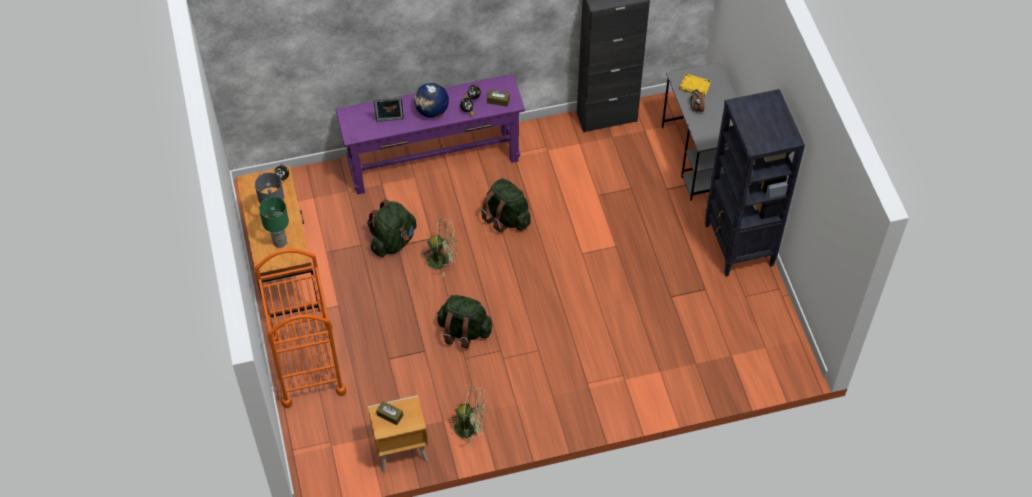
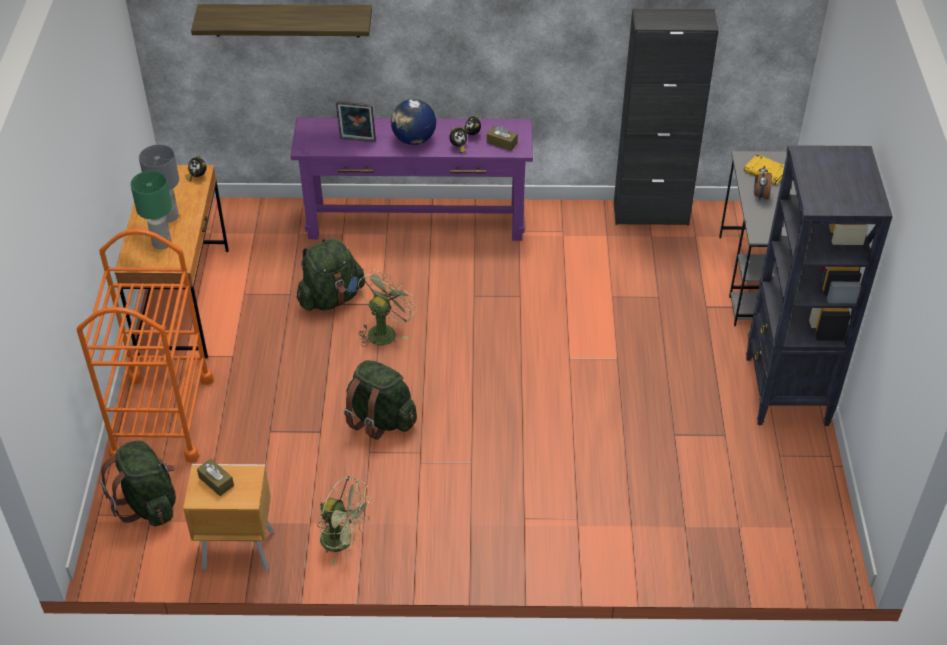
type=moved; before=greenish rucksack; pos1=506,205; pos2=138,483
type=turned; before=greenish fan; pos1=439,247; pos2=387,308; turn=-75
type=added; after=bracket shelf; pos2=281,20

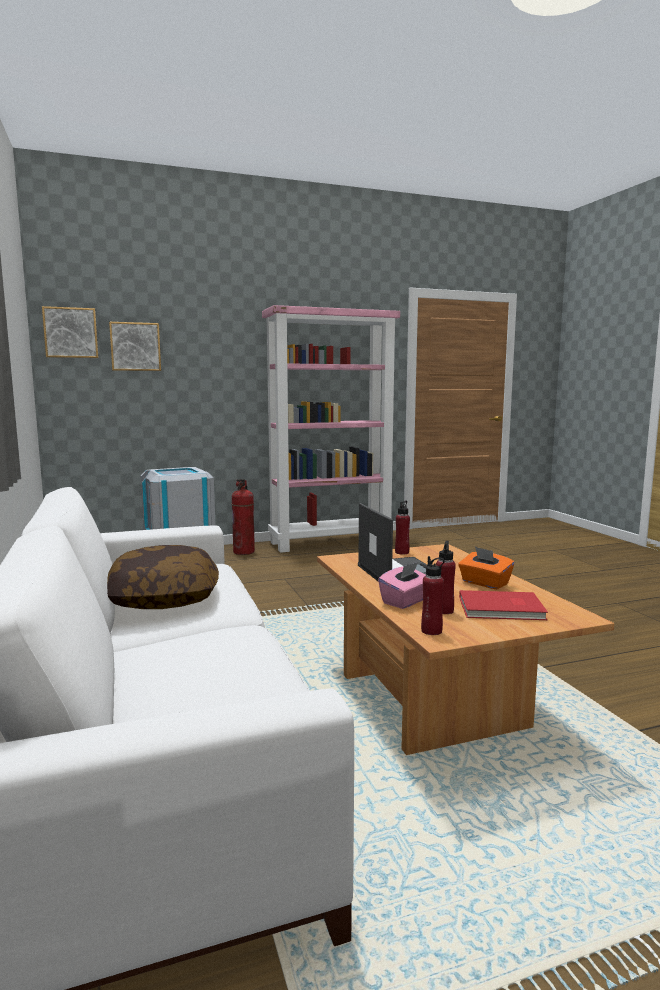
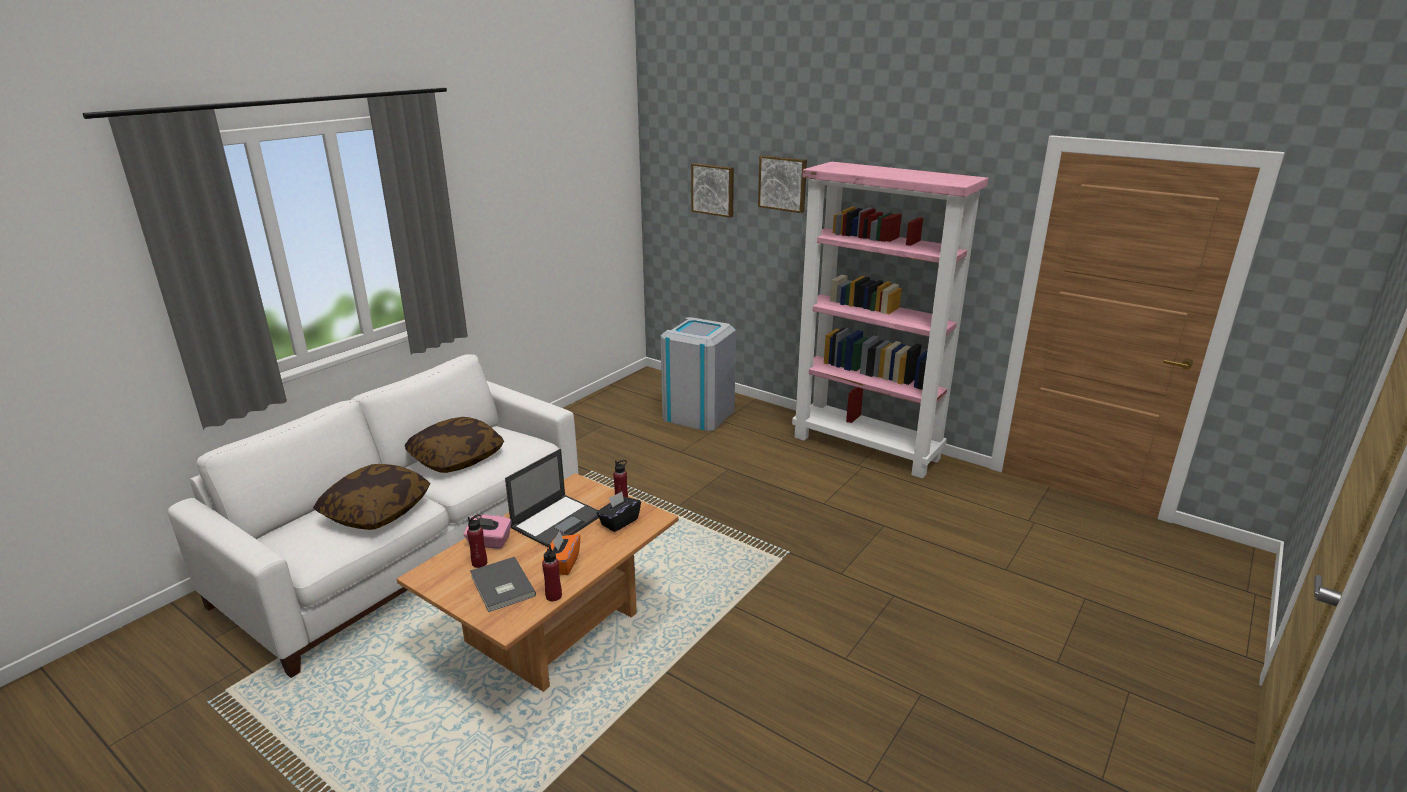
type=moved; before=wall art; pos1=70,332; pos2=782,184
type=removed; before=fire-fighting cylinder; pos1=243,517
type=moved; before=reddish bottle; pos1=433,595; pos2=552,573
type=recoloured; before=reddish book; after=grey book; pos1=503,605; pos2=503,584
type=added; after=cushion; pos2=372,497
type=added; after=black-coloured box of tissues; pos2=619,511

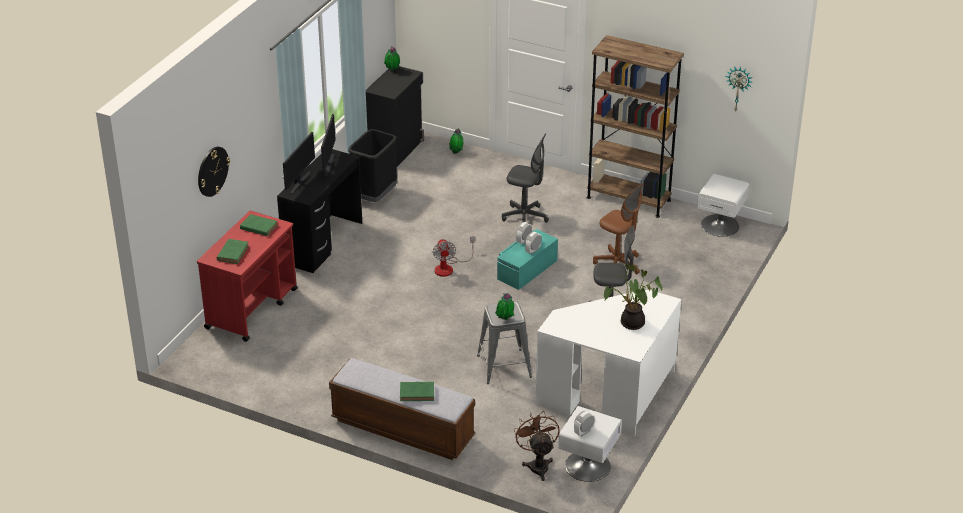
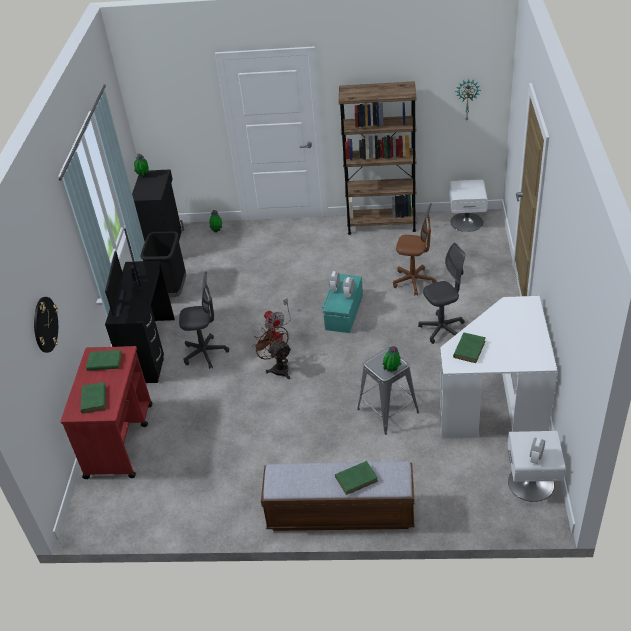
type=moved; before=grey office chair; pos1=525,178; pos2=204,320
type=removed; before=houseplant; pos1=633,297
type=moved; before=brownish fan; pos1=537,446; pos2=271,351
type=added; after=greenish book; pos2=469,347

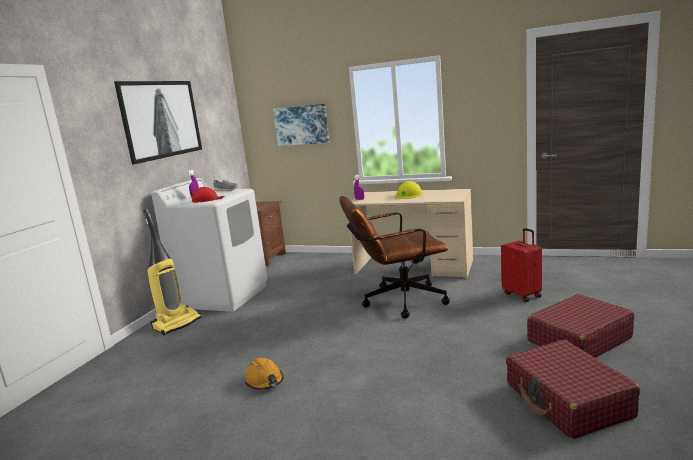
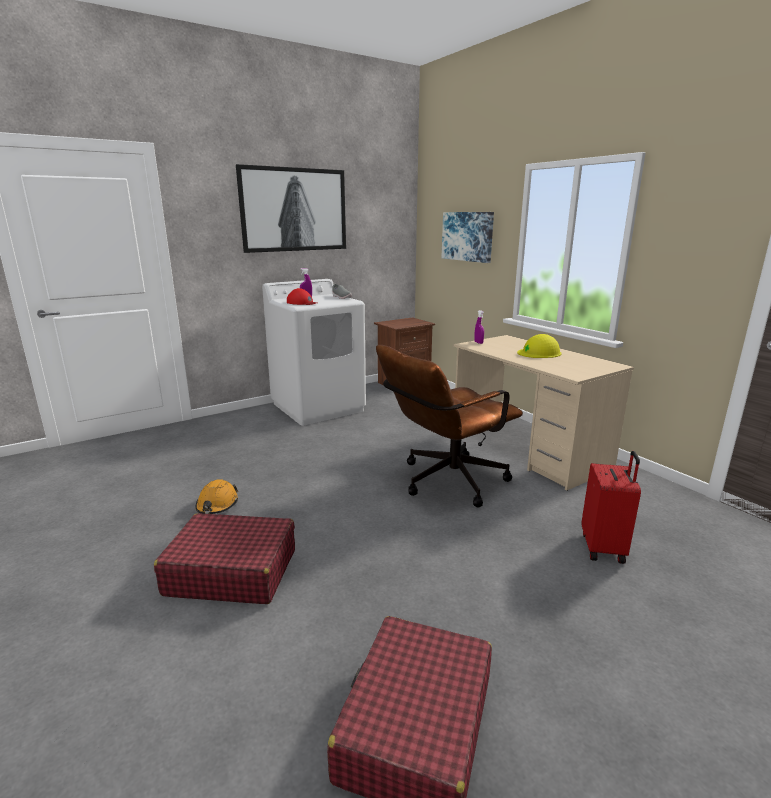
type=turned; before=brownish office chair; pos1=394,257; pos2=449,426; turn=-60
type=removed; before=hoover; pos1=172,272
type=moved; before=reddish piece of luggage; pos1=580,326; pos2=224,558

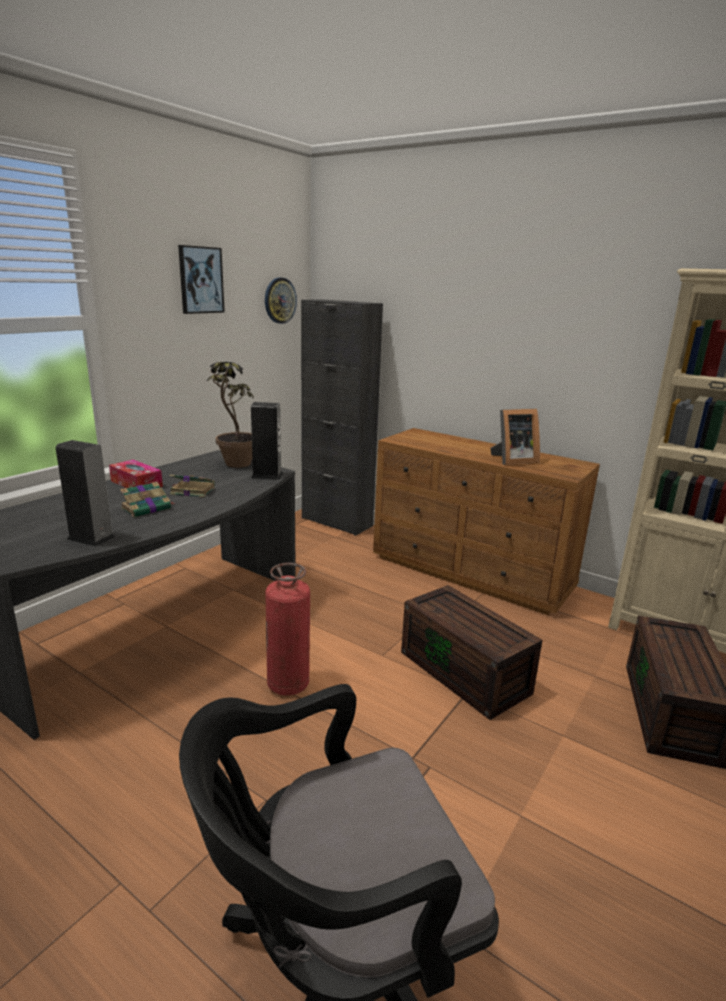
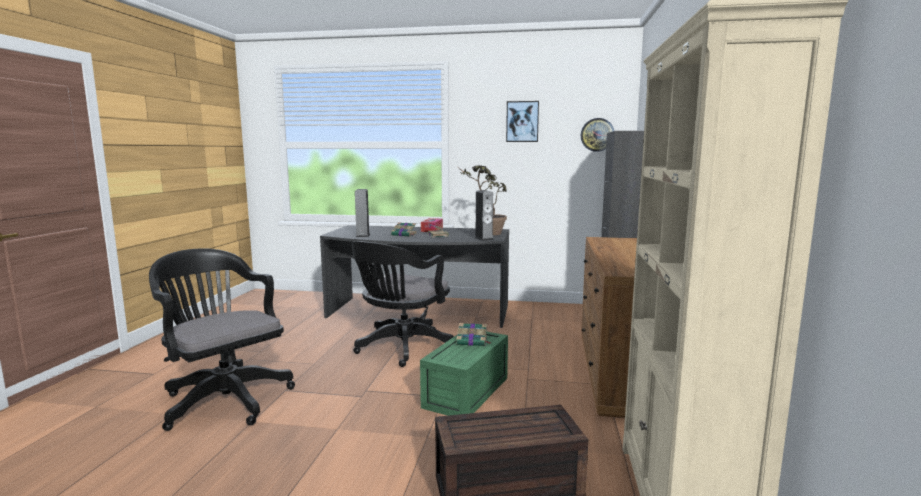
type=removed; before=standing frame; pos1=515,437
type=replaced; before=fire-fighting cylinder; after=black-coloured office chair; pos1=288,629; pos2=403,304
type=recoloured; before=brownish storage box; after=greenish storage box; pos1=471,652; pos2=464,374
type=added; after=book; pos2=474,334

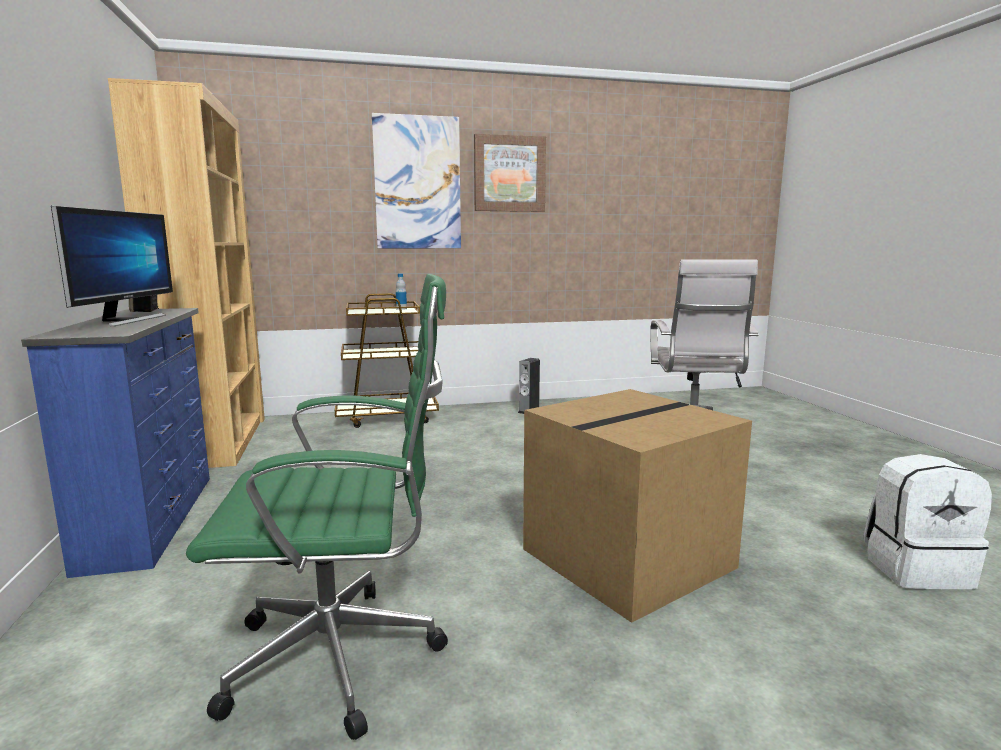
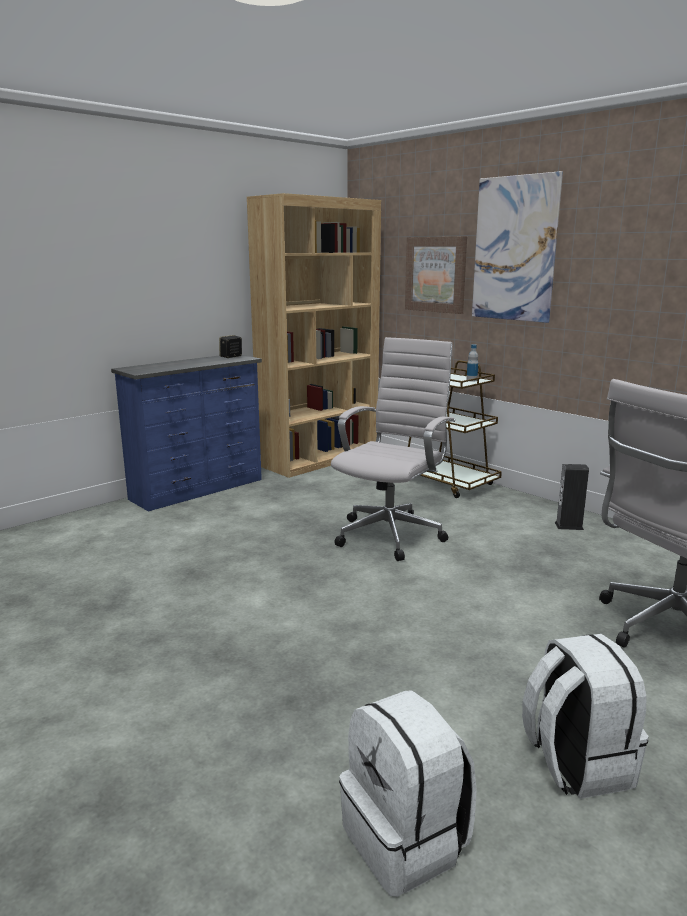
type=moved; before=wall art; pos1=510,173; pos2=436,275
type=removed; before=computer display; pos1=112,265
type=removed; before=greenish office chair; pos1=317,507
type=removed; before=packing box; pos1=637,506
type=added; after=white-coloured office chair; pos2=393,449
type=added; after=white-coloured rucksack; pos2=585,716

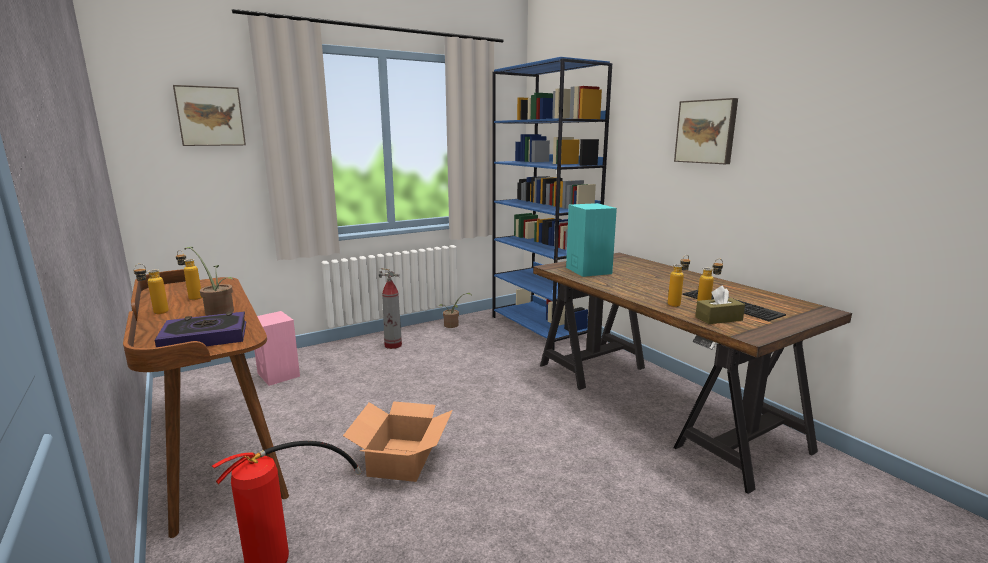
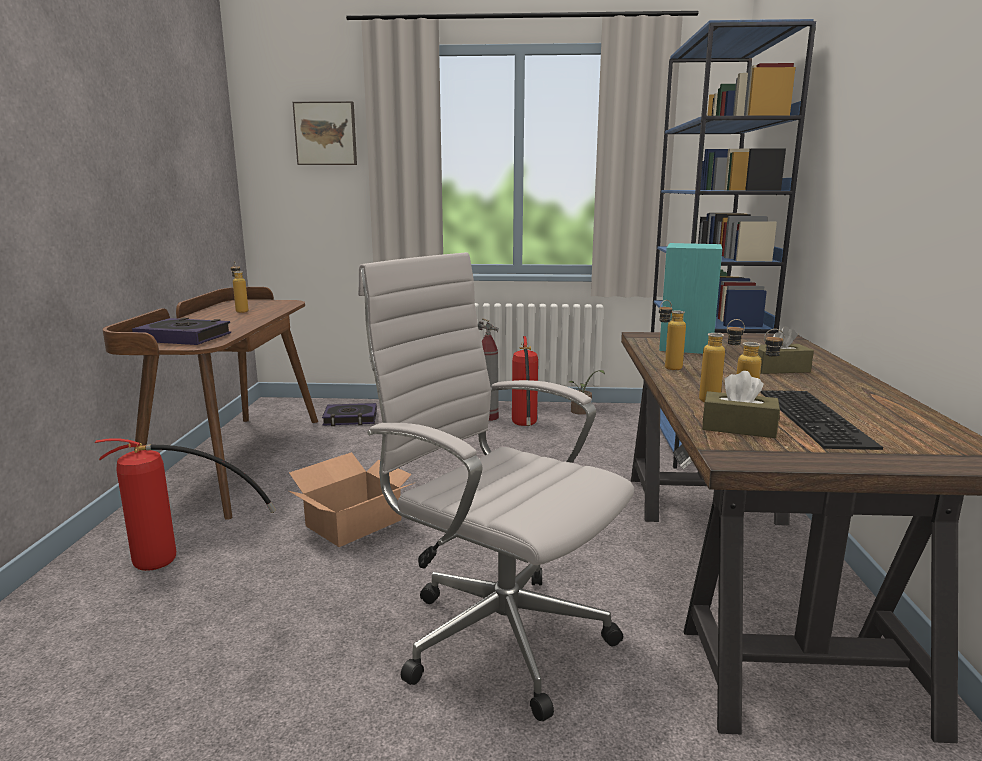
type=removed; before=wall art; pos1=706,131
type=removed; before=houseplant; pos1=209,281
type=moved; before=bottle; pos1=151,289; pos2=672,335
type=replaced; before=pink loudspeaker; after=book; pos1=277,348; pos2=349,414
type=added; after=white-coloured office chair; pos2=496,486
type=added; after=brownish box of tissues; pos2=786,350
type=added; after=fire-fighting cylinder; pos2=525,381

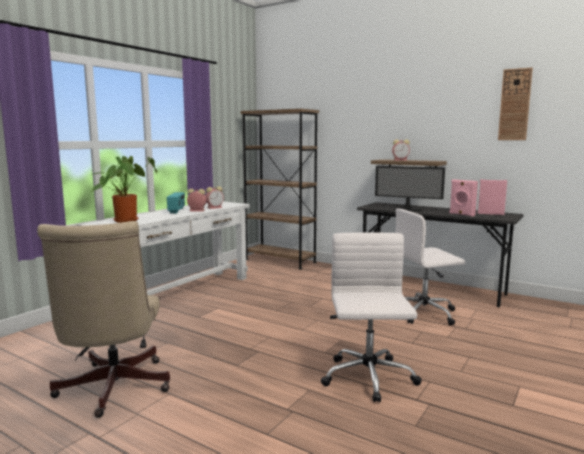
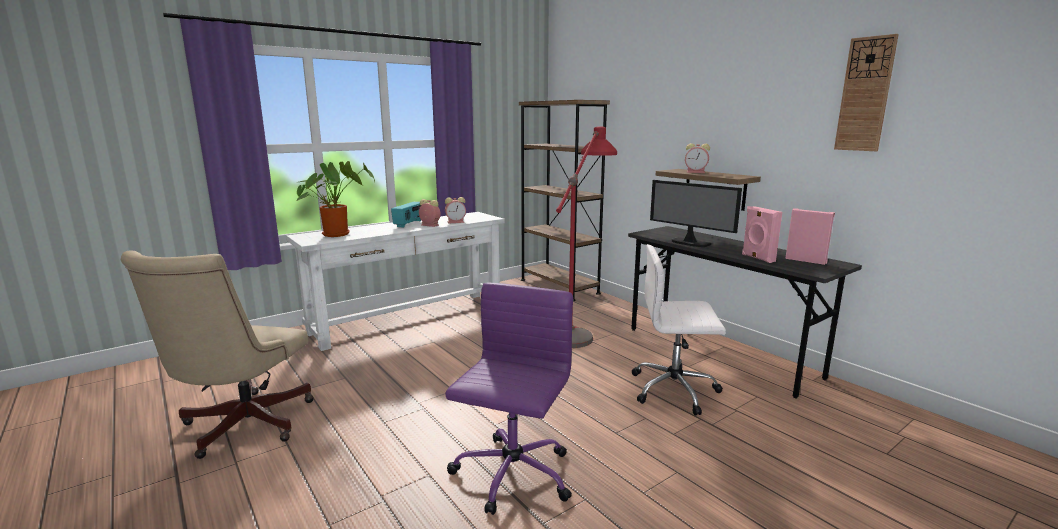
type=recoloured; before=white-coloured office chair; after=purple office chair; pos1=371,317; pos2=509,399
type=added; after=reddish standing lamp; pos2=586,237

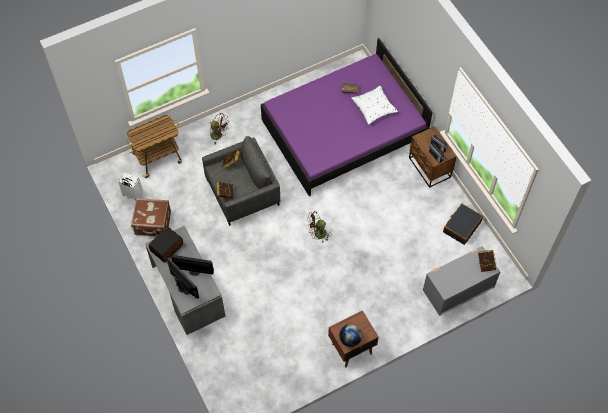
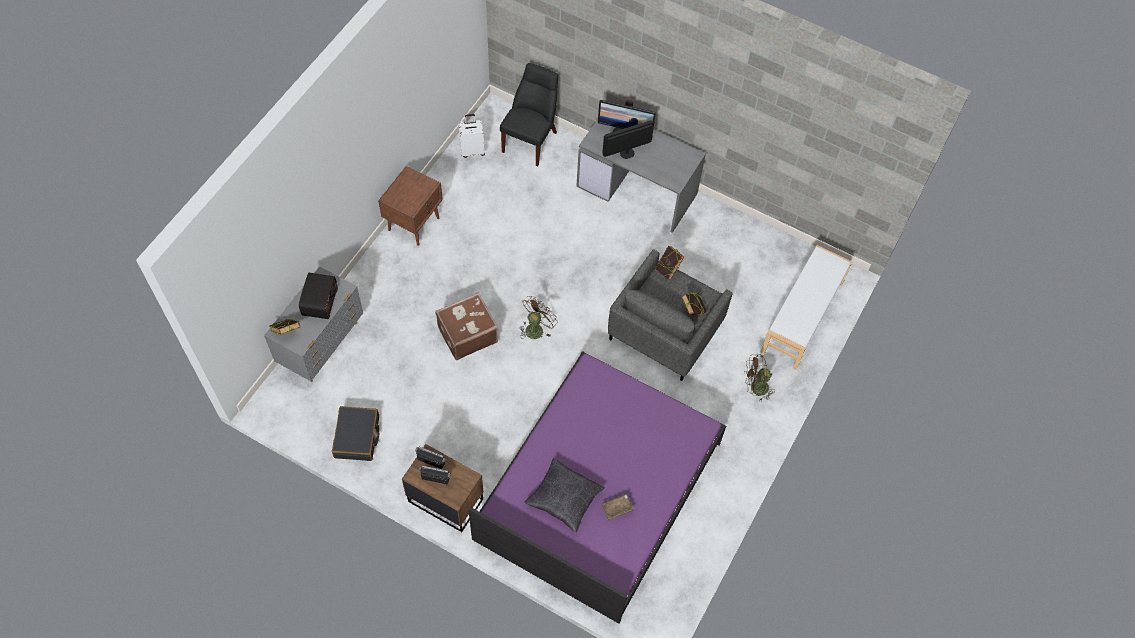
type=recoloured; before=white-coloured cushion; after=black-coloured cushion; pos1=374,105; pos2=565,495
type=replaced; before=cart; after=white-coloured bench; pos1=154,146; pos2=806,307
type=moved; before=white-coloured piece of luggage; pos1=130,186; pos2=471,136
type=moved; before=brownish piece of luggage; pos1=151,217; pos2=466,326
type=moved; before=radio receiver; pos1=166,245; pos2=318,296
type=removed; before=globe; pos1=350,335
type=added; after=black-coloured plain chair; pos2=529,114

